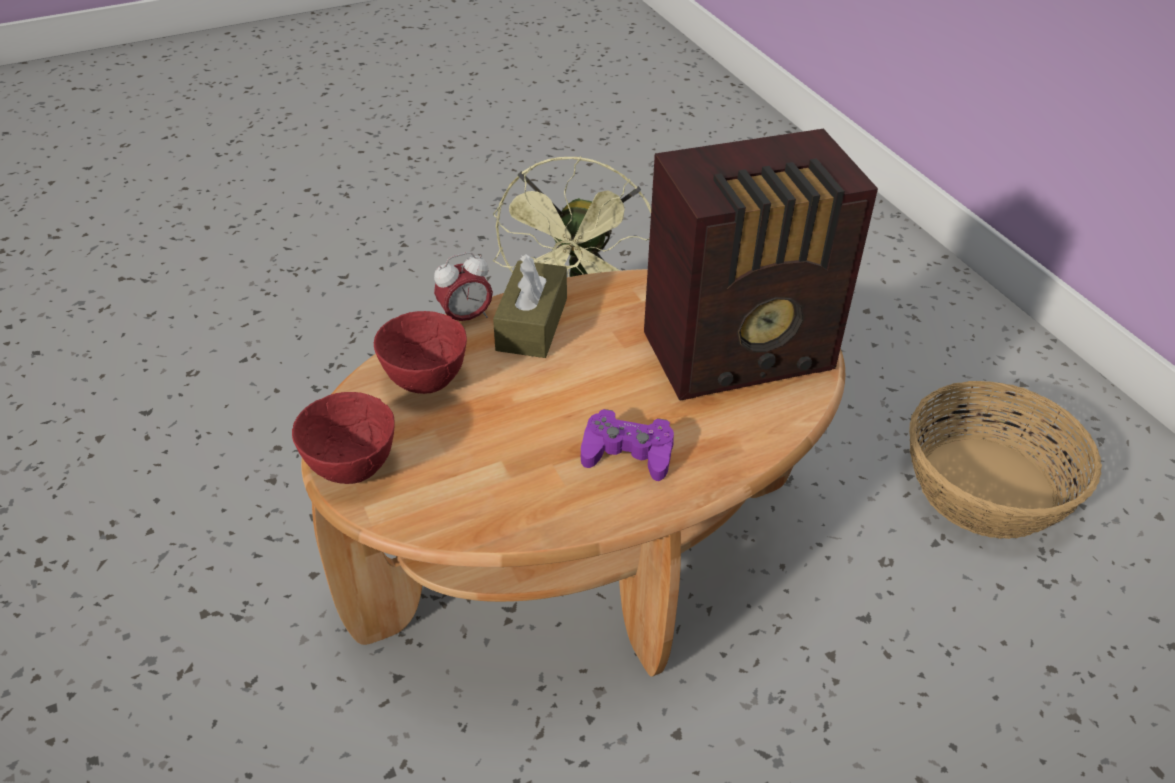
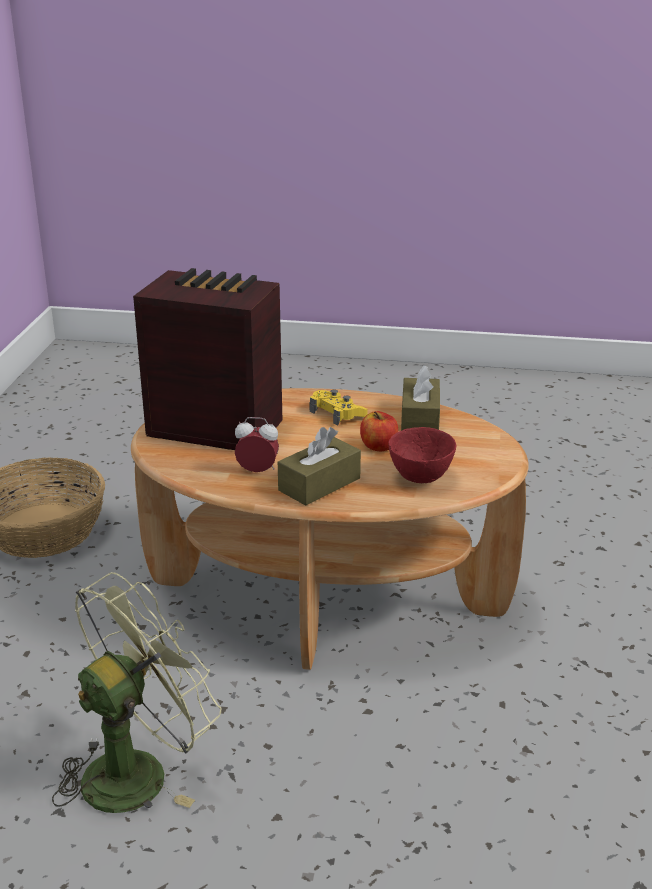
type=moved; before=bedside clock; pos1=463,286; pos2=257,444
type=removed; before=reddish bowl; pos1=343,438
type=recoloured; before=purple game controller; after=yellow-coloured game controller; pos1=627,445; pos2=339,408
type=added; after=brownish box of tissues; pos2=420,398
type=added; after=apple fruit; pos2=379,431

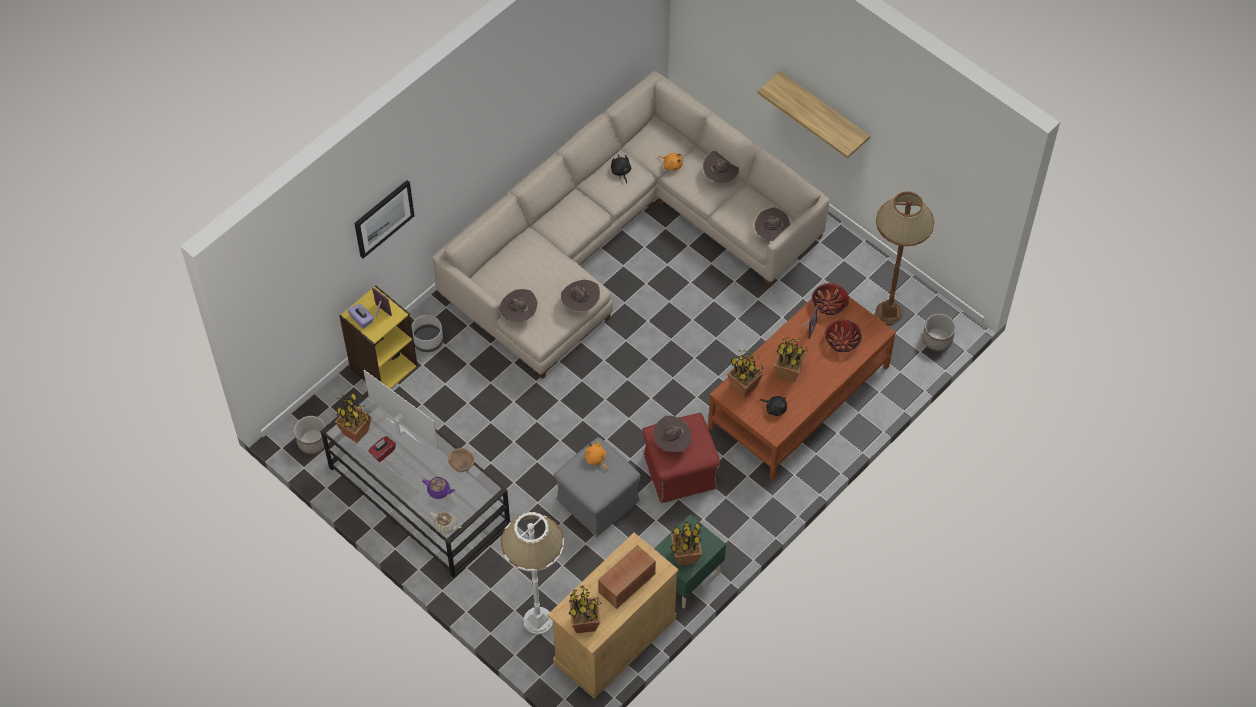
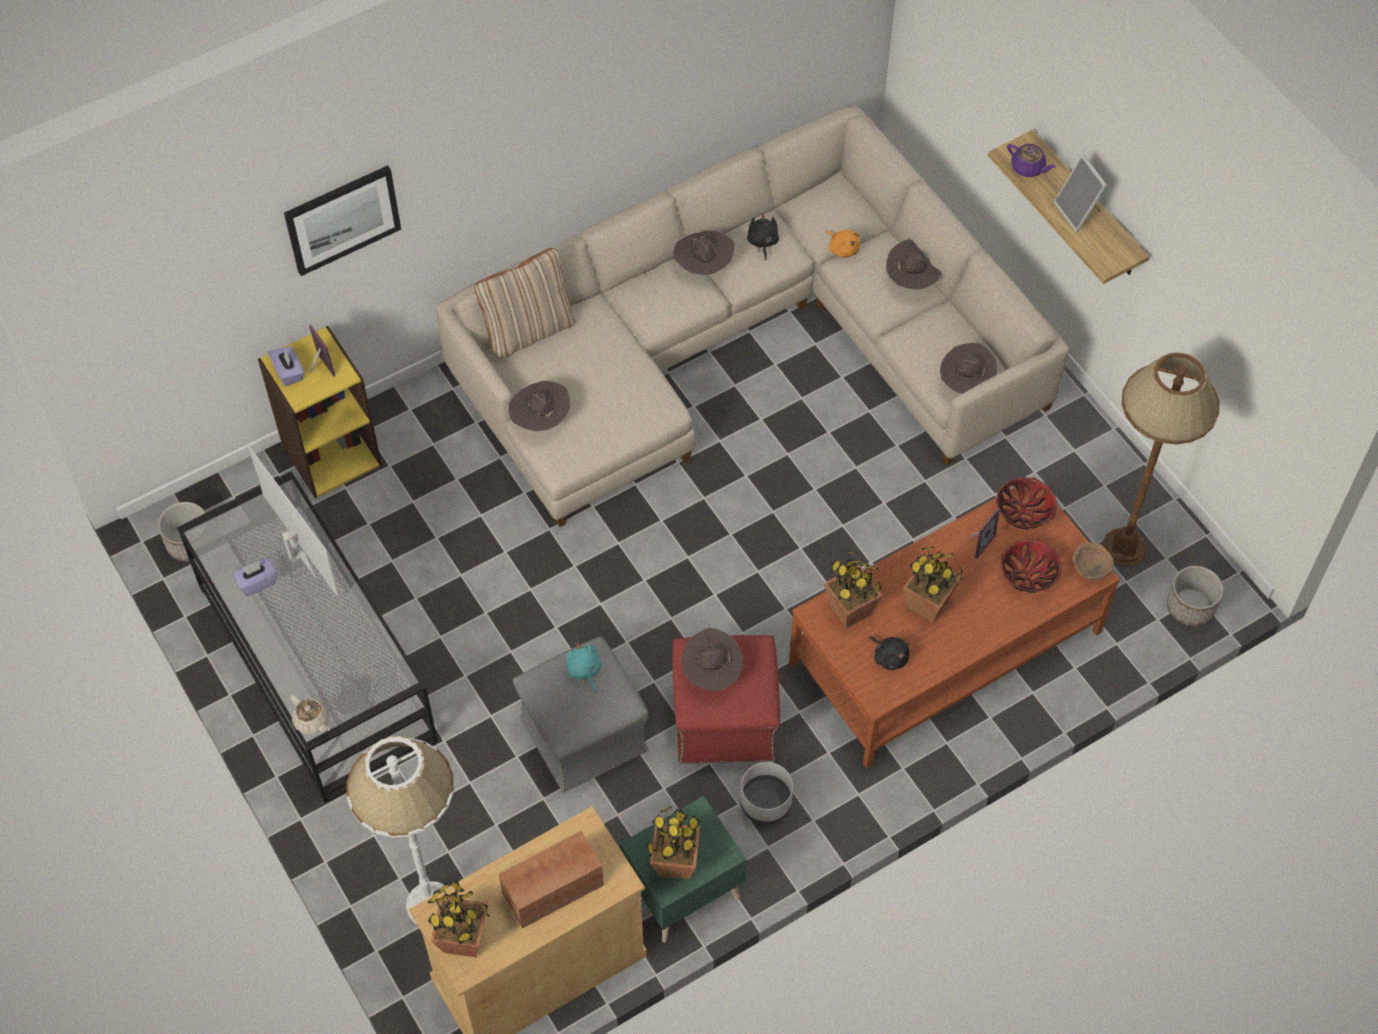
type=moved; before=brownish clothing hat; pos1=580,296; pos2=703,253
type=moved; before=grey planter; pos1=427,333; pos2=766,793
type=removed; before=houseplant; pos1=353,417
type=recoloured; before=reddish box of tissues; after=purple box of tissues; pos1=382,449; pos2=255,577
type=recoloured; before=orangey plush toy; after=blue-green plush toy; pos1=596,455; pos2=584,667
type=moved; before=brownish bowl; pos1=461,460; pos2=1093,561
type=moved; before=purple pot for tea; pos1=439,488; pos2=1031,160
type=added; after=standing frame; pos2=1080,193
type=added; after=beige-coloured cushion; pos2=525,303

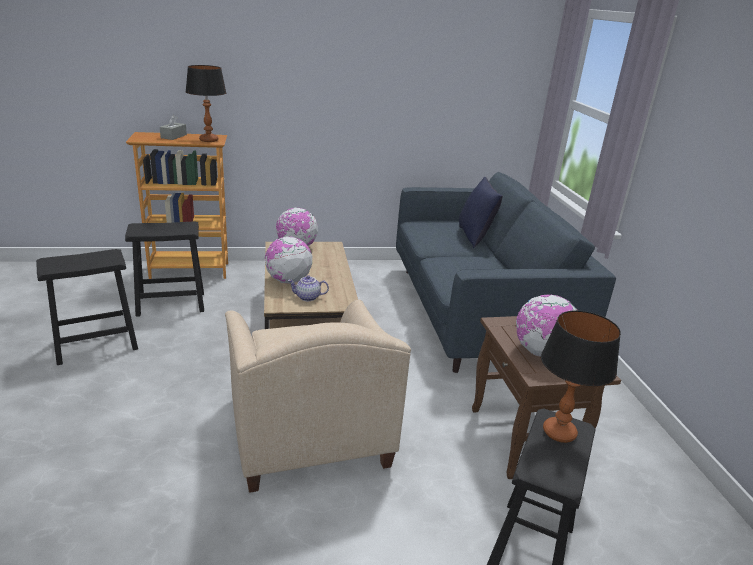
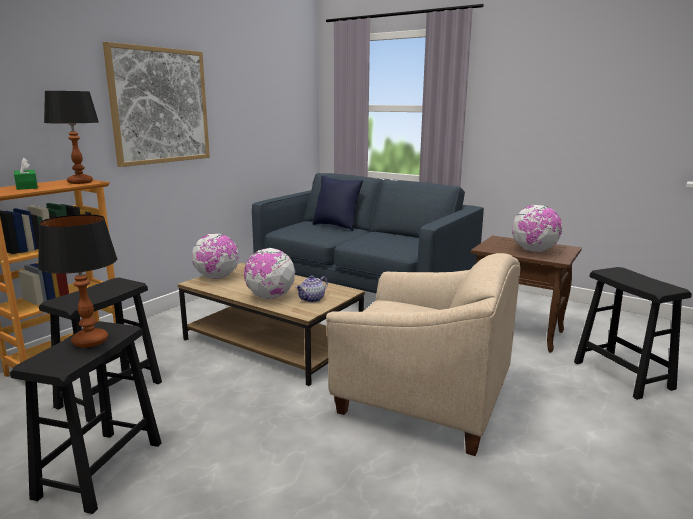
type=recoloured; before=grey box of tissues; after=greenish box of tissues; pos1=173,127; pos2=26,174
type=moved; before=lamp for a table; pos1=581,376; pos2=77,281
type=added; after=wall art; pos2=156,104

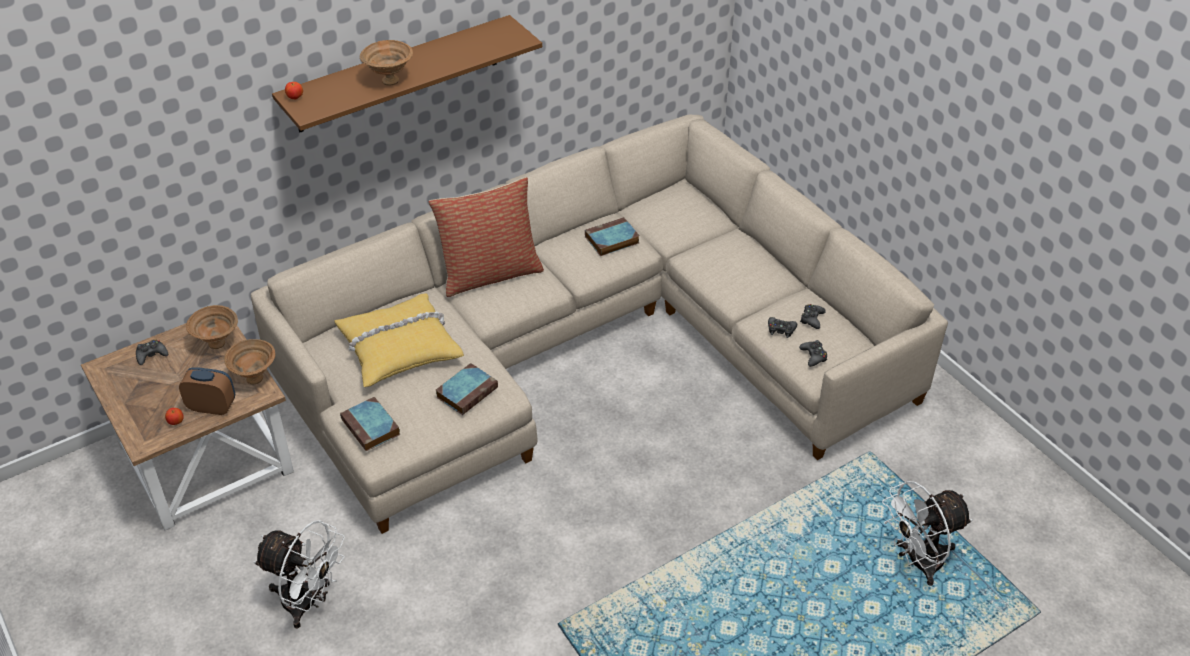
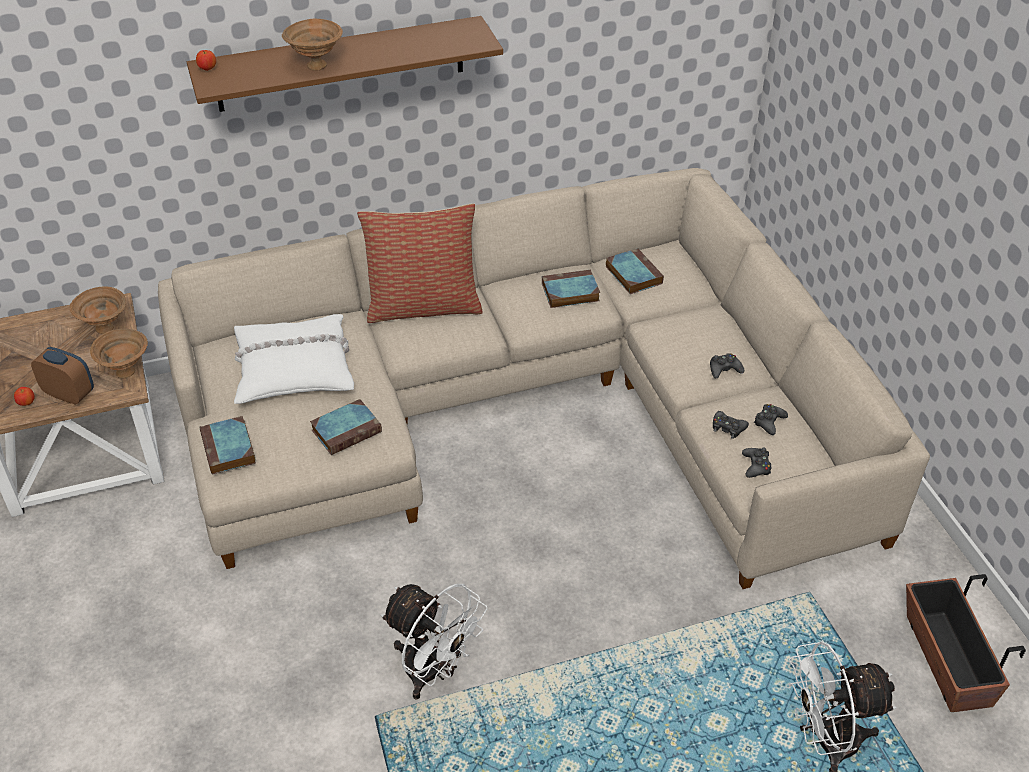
type=recoloured; before=yellow-coloured cushion; after=white-coloured cushion; pos1=399,340; pos2=294,359
type=moved; before=black-coloured game controller; pos1=152,352; pos2=727,366
type=moved; before=white-coloured fan; pos1=299,574; pos2=434,642
type=added; after=book; pos2=634,271
type=added; after=planter; pos2=966,643

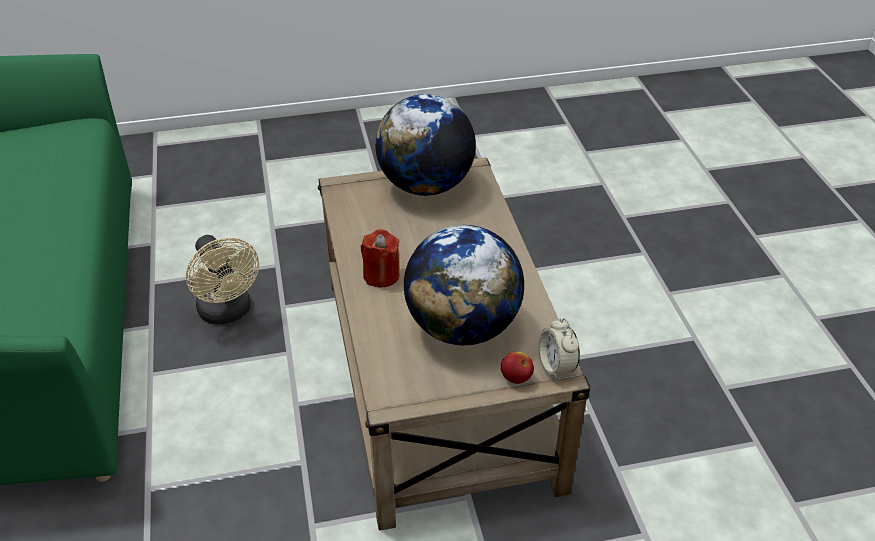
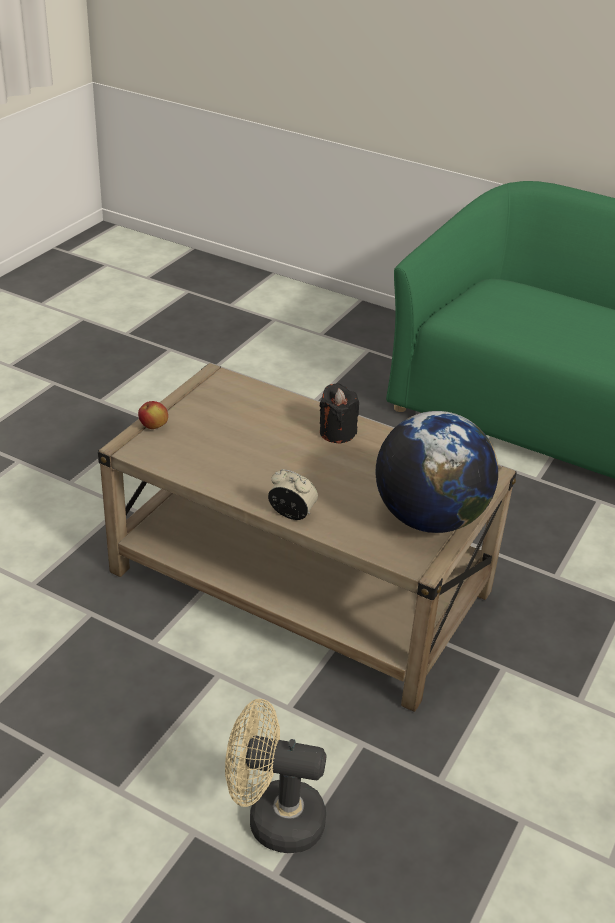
type=removed; before=globe; pos1=464,285
type=recoloured; before=reddish wax light; after=black-coloured wax light; pos1=380,258; pos2=339,413
type=moved; before=beige-coloured fan; pos1=222,279; pos2=276,776
type=moved; before=bedside clock; pos1=559,349; pos2=293,494

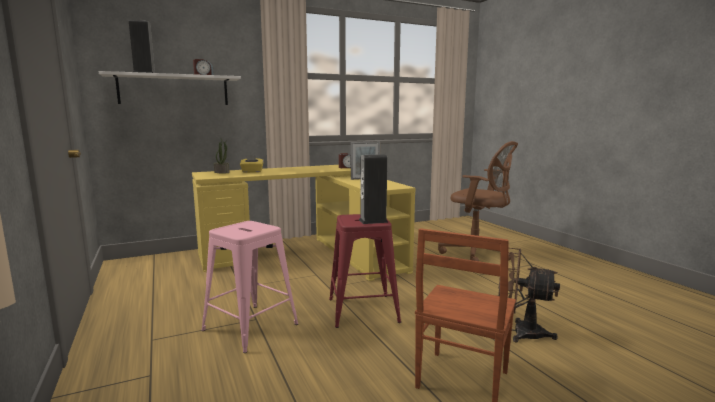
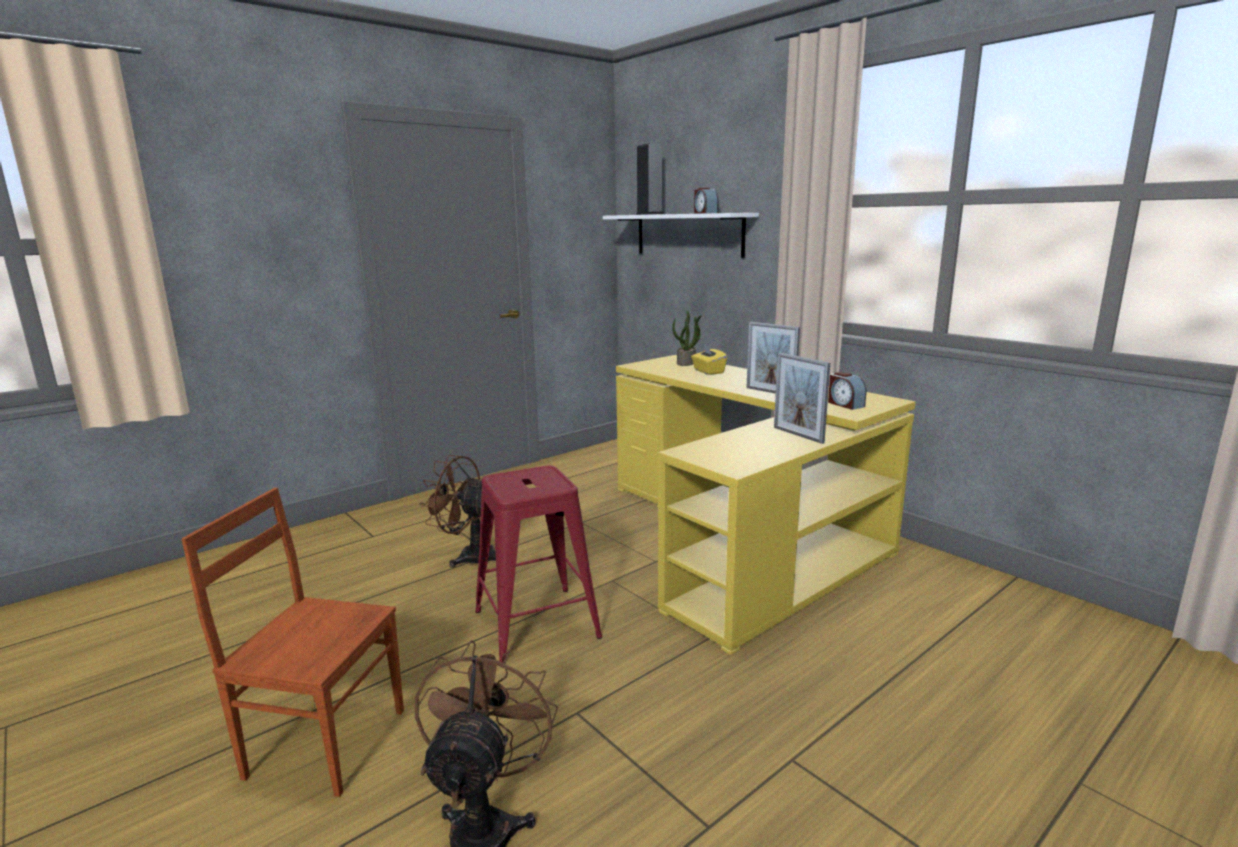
type=removed; before=brownish office chair; pos1=478,201
type=removed; before=loudspeaker; pos1=373,189
type=replaced; before=pink stool seat; after=brownish fan; pos1=249,287; pos2=458,511
type=added; after=standing frame; pos2=773,358

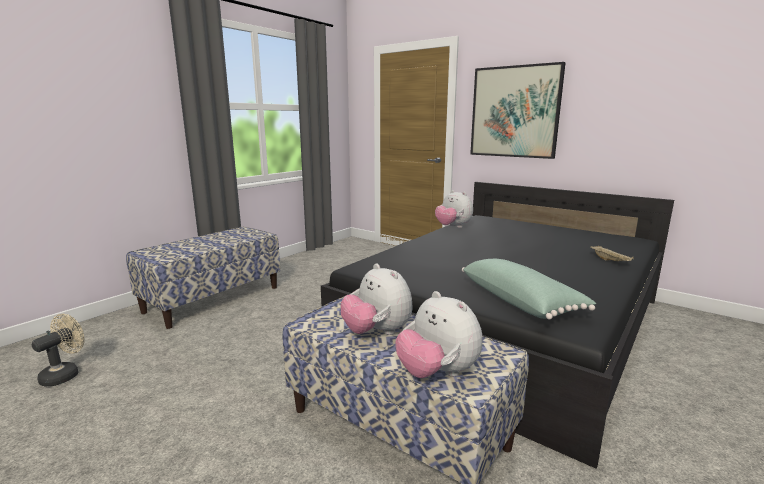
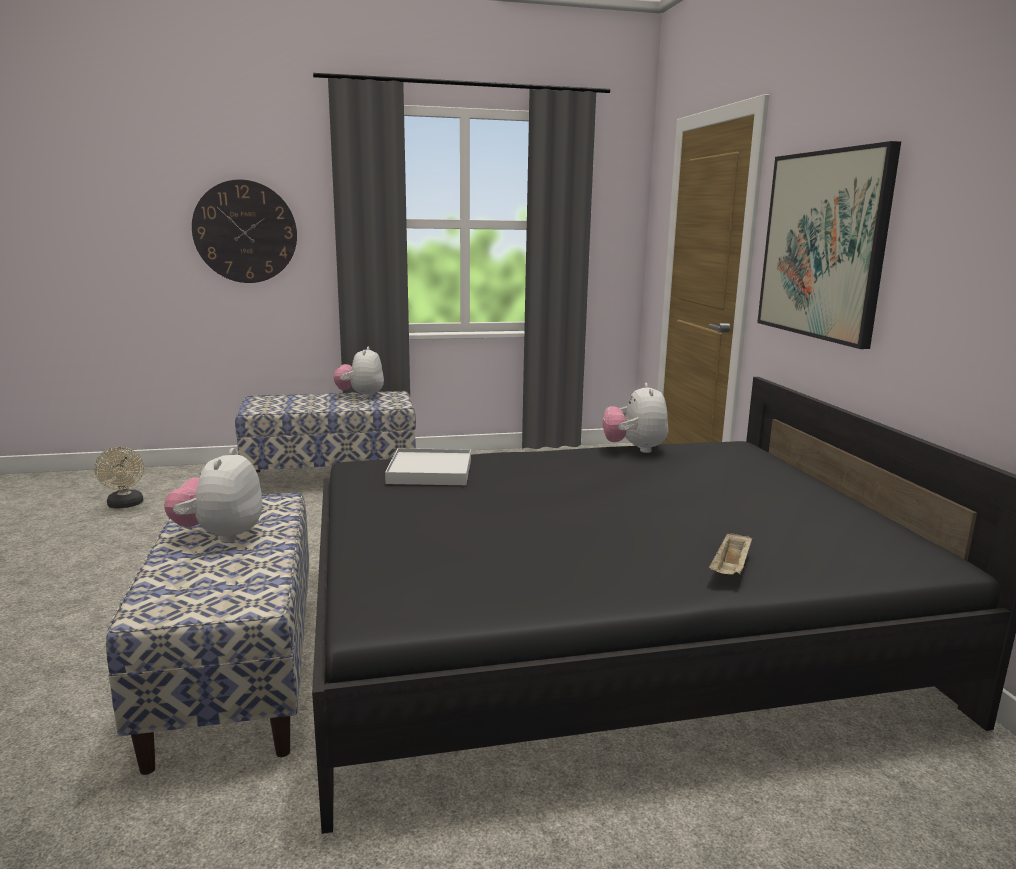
type=removed; before=greenish cushion; pos1=529,289
type=moved; before=plush toy; pos1=438,334; pos2=359,372
type=turned; before=beige-coloured fan; pos1=58,350; pos2=119,478; turn=90
type=added; after=hanging clock; pos2=244,231
type=added; after=white-coloured carrying tray; pos2=428,466

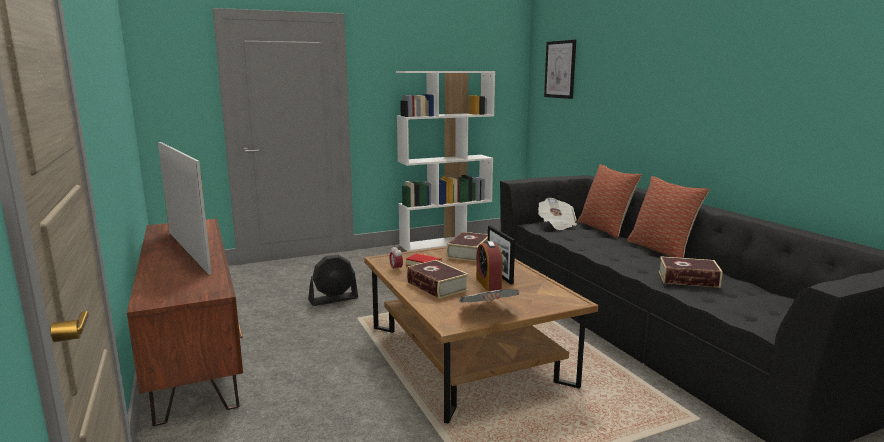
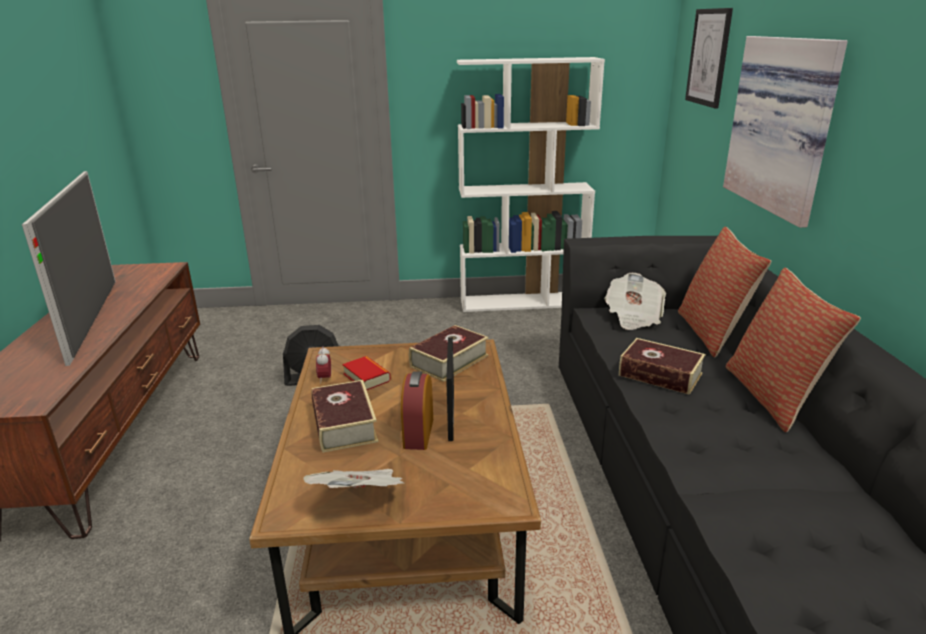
type=moved; before=book; pos1=691,272; pos2=662,366
type=added; after=wall art; pos2=785,132

